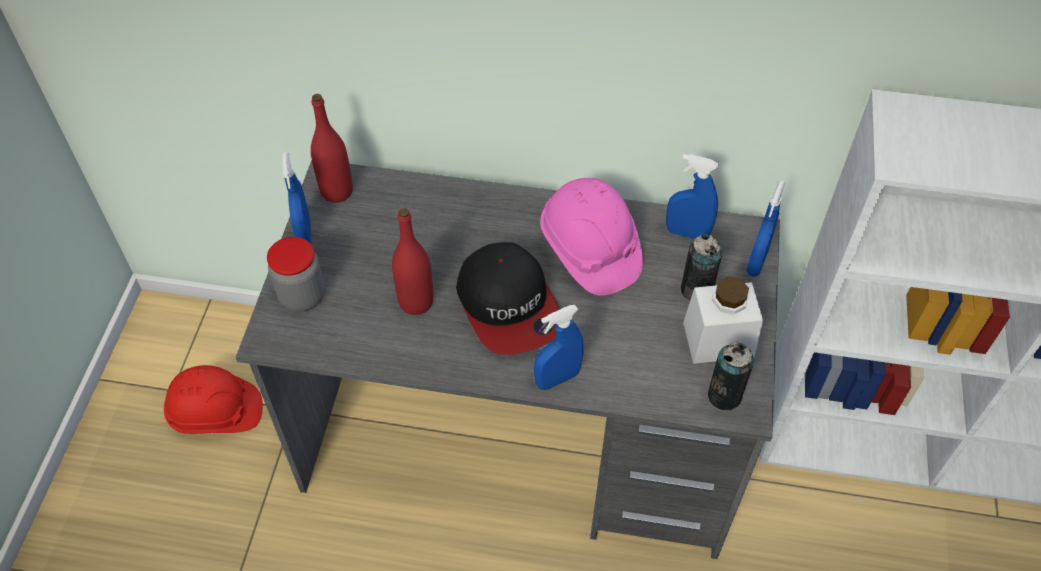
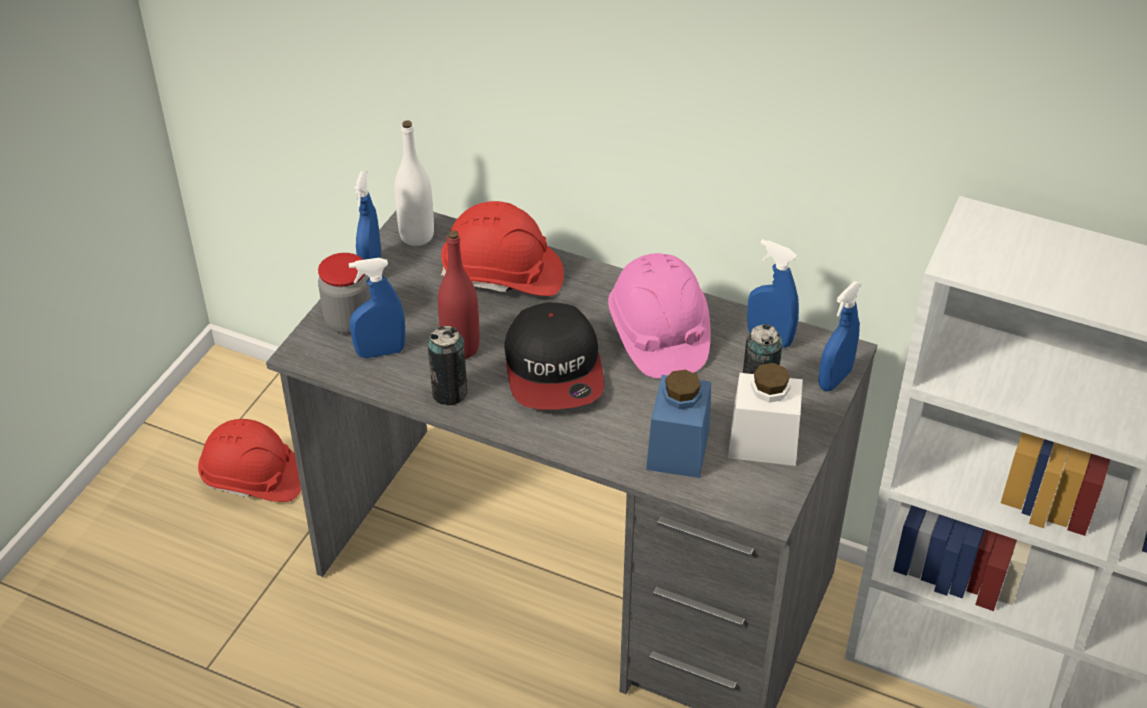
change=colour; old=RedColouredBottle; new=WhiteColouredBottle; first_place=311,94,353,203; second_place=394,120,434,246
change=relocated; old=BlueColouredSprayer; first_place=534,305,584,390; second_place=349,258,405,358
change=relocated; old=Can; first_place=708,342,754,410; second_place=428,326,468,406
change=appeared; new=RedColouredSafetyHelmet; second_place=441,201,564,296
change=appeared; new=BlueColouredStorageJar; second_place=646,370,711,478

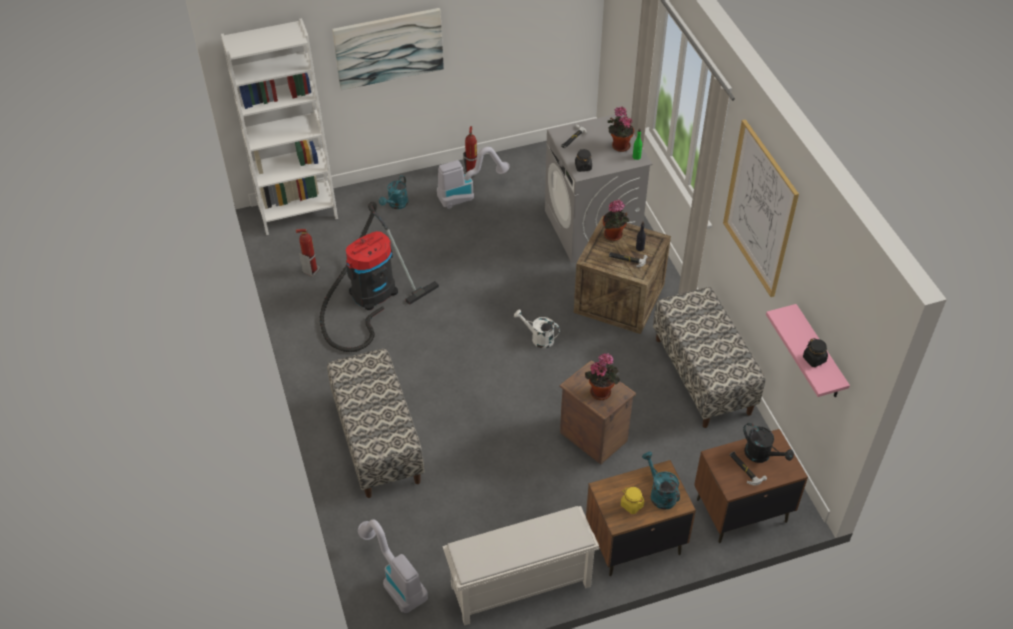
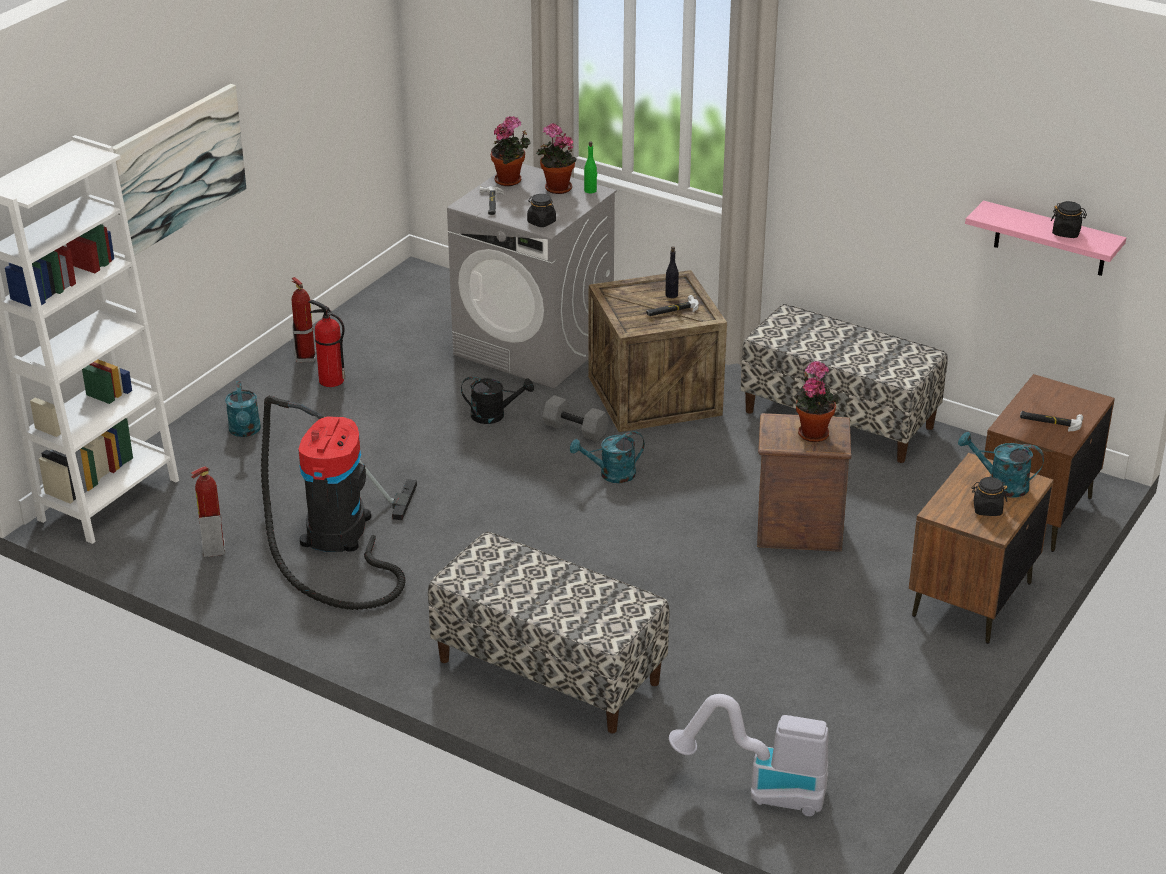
change=missing; old=WallPicture; first_place=723,119,799,297
change=exchanged; old=VacuumCleaner; new=FireExtinguisher; first_place=437,147,509,209; second_place=308,300,345,387
change=relocated; old=PottedPlant; first_place=603,200,629,241; second_place=491,116,531,186
change=colour; old=WhiteColouredWateringCan; new=TurquoiseColouredWateringCan; first_place=514,310,560,348; second_place=570,431,645,483
change=relocated; old=BlackWateringCan; first_place=743,423,794,463; second_place=461,377,534,424
change=colour; old=YellowColouredStorageJar; new=BlackStorageJar; first_place=621,487,644,514; second_place=972,477,1007,516
change=missing; old=WhiteColouredShoeRack; first_place=443,506,599,626
change=appeared; new=GrayDumbbell; second_place=542,395,609,442

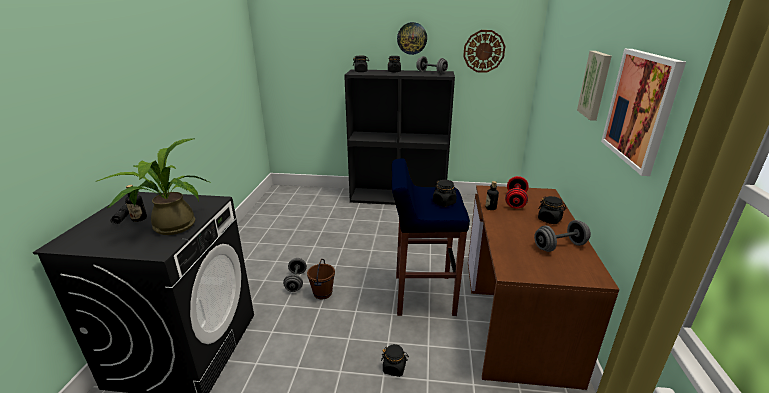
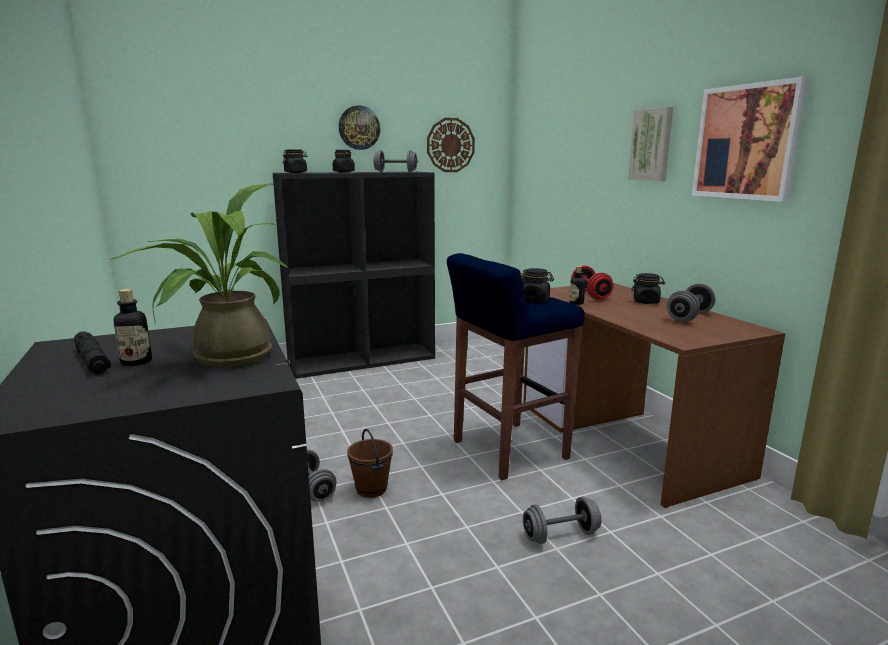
change=exchanged; old=BlackStorageJar; new=GrayDumbbell; first_place=381,344,409,377; second_place=523,497,601,544

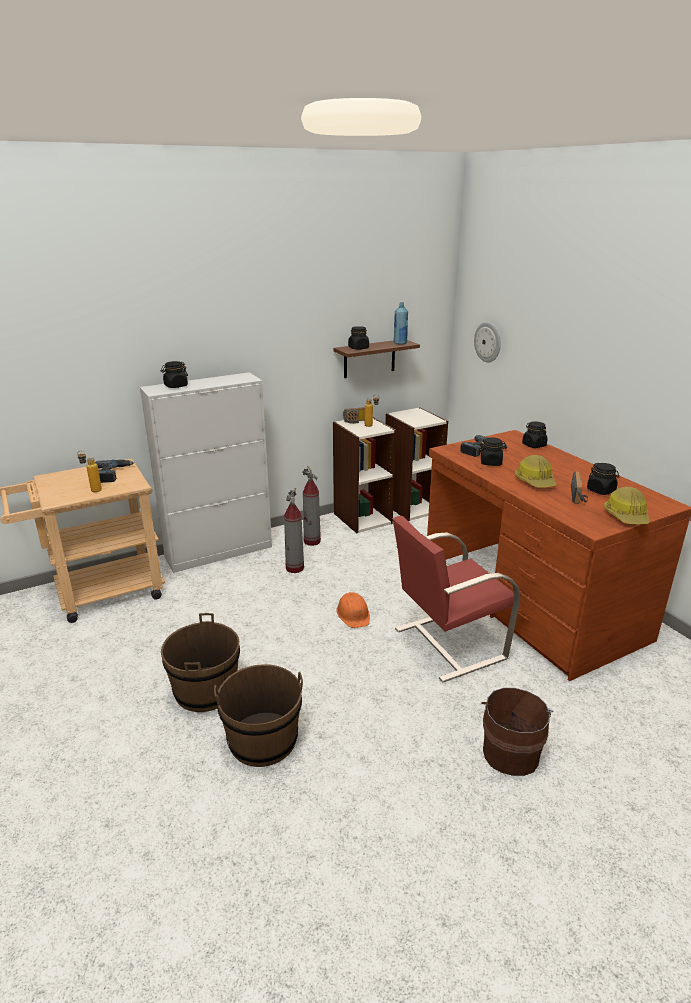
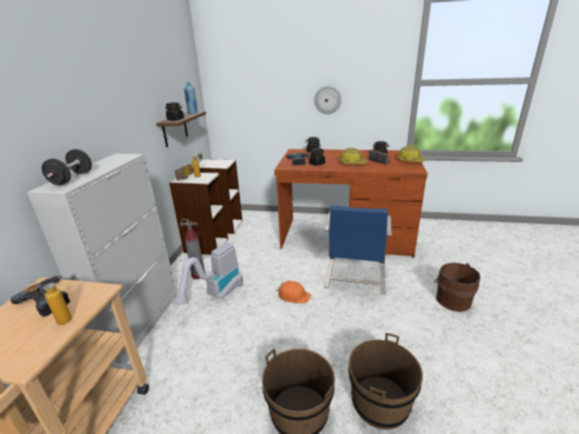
change=relocated; old=ClockOnTheWall; first_place=474,322,501,363; second_place=314,86,342,114
change=exchanged; old=BlackStorageJar; new=BlackDumbbell; first_place=161,361,188,388; second_place=42,149,92,185
change=exchanged; old=FireExtinguisher; new=VacuumCleaner; first_place=284,488,304,573; second_place=172,242,243,305
change=colour; old=RedColouredChair; new=BlueColouredChair; first_place=393,515,521,682; second_place=324,205,392,294

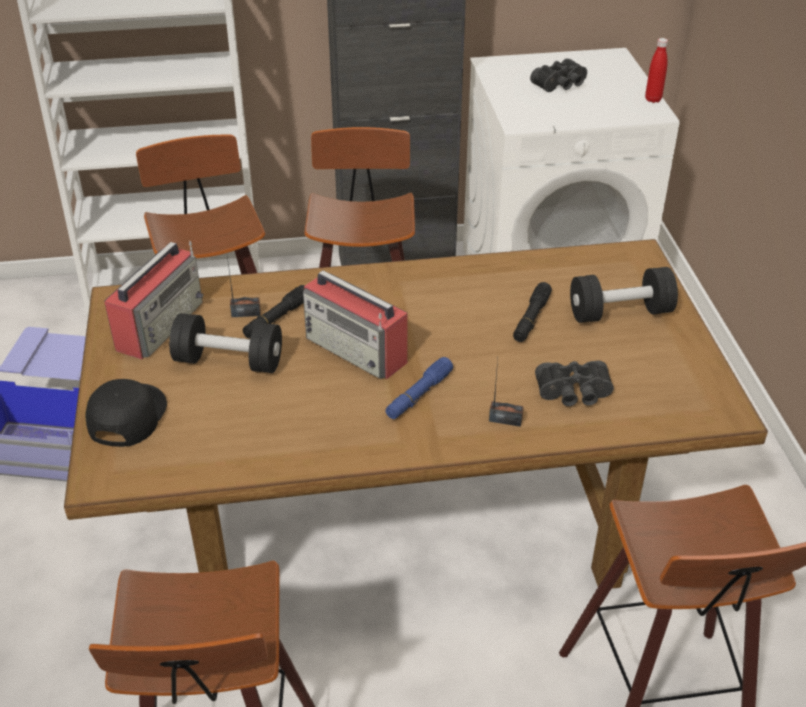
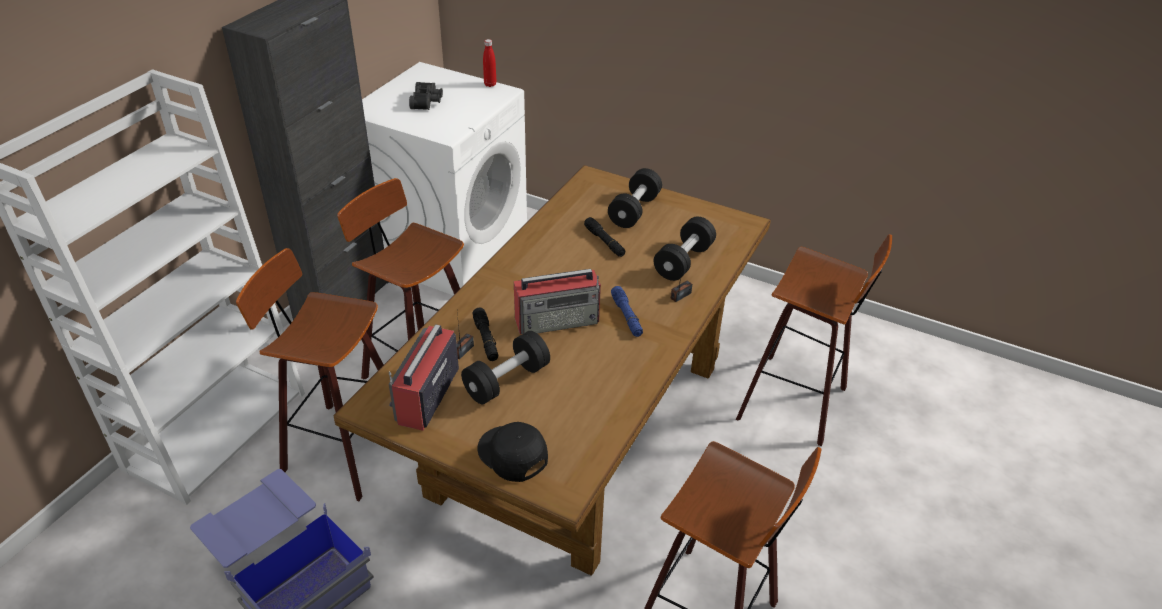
change=spun; old=Radio; first_place=104,241,204,360; second_place=389,324,459,431; degrees=-135
change=exchanged; old=BlackFieldGlasses; new=BlackDumbbell; first_place=535,361,614,406; second_place=654,217,716,281

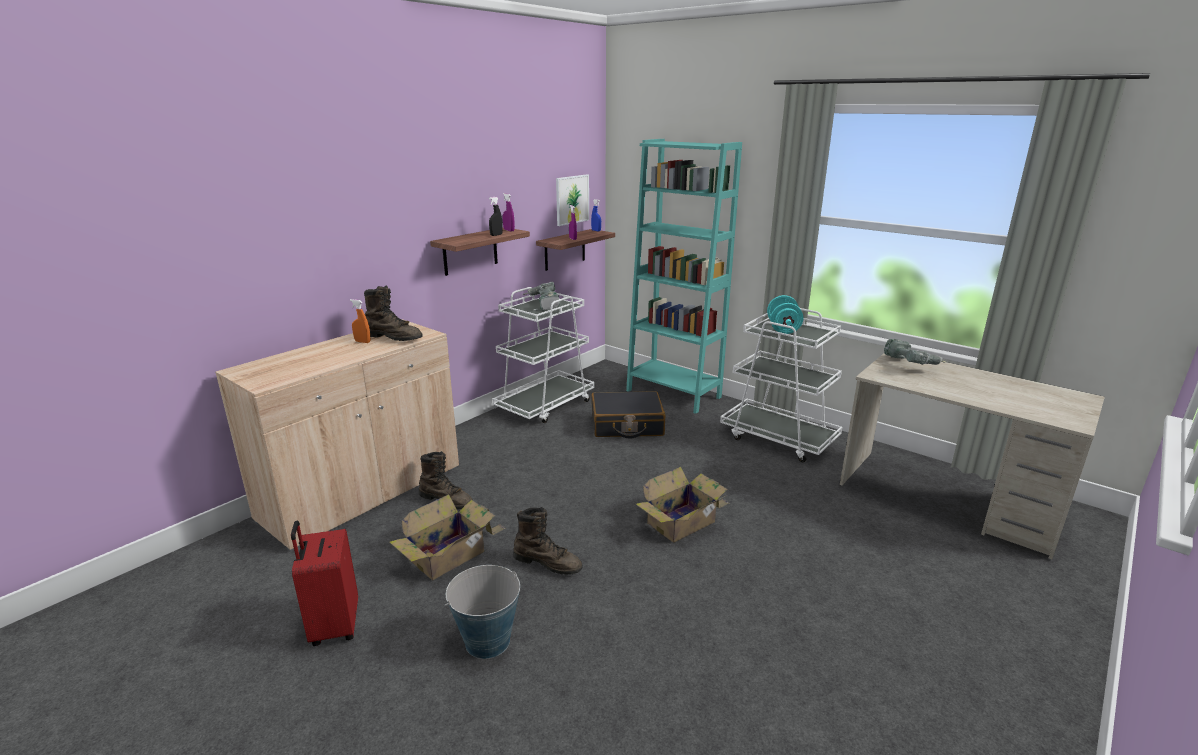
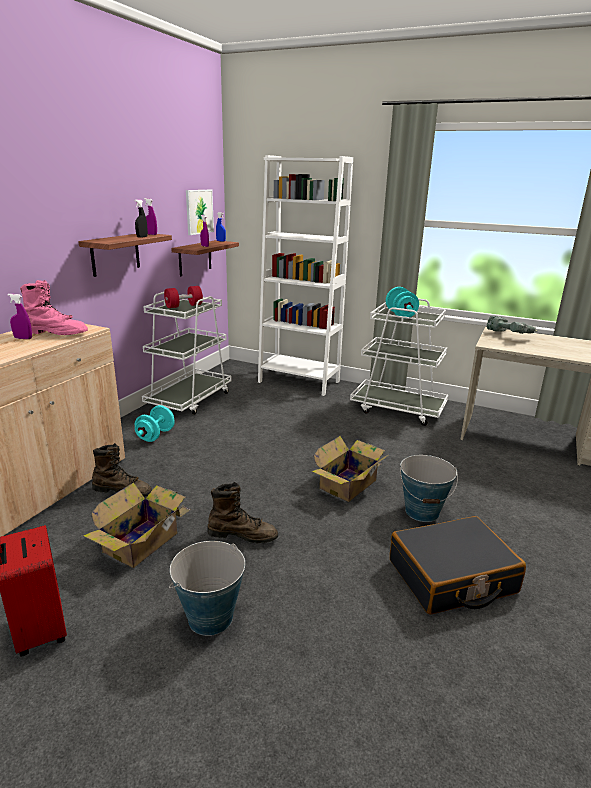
change=colour; old=TurquoiseColouredShelvingUnit; new=WhiteColouredShelvingUnit; first_place=626,139,742,414; second_place=258,155,353,396
change=exchanged; old=PowerDrill; new=RedColouredDumbbell; first_place=522,282,560,311; second_place=164,286,203,308
change=colour; old=BrownishBoot; new=PinkColouredBoot; first_place=364,286,422,341; second_place=20,280,88,335
change=colour; old=OrangeySprayer; new=PurplishSprayer; first_place=350,299,370,343; second_place=7,294,32,339
change=relocated; old=BlackSuitcase; first_place=591,391,666,439; second_place=390,516,526,615
change=appeared; new=TurquoiseColouredDumbbell; second_place=135,405,175,442
change=appeared; new=Bucket; second_place=400,455,458,522

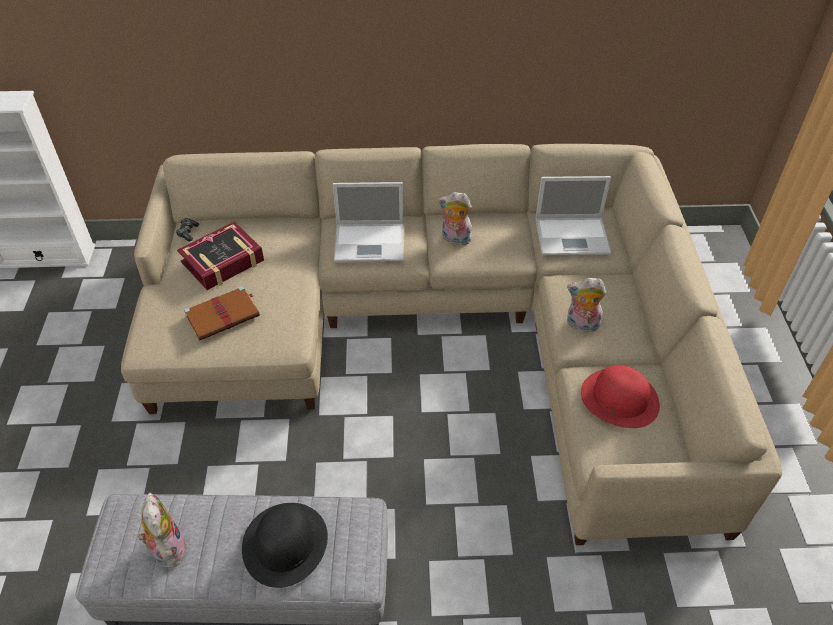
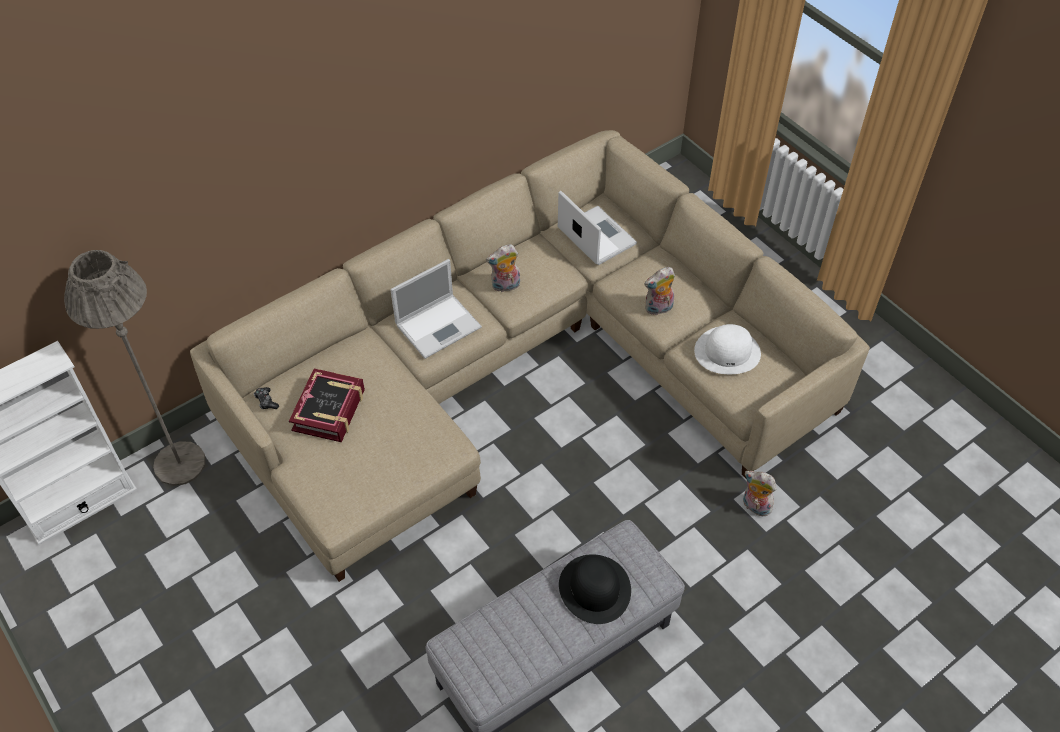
change=spun; old=NotebookComputer; first_place=536,176,611,255; second_place=558,191,637,265; degrees=-90
change=missing; old=BrownishBook; first_place=184,286,260,340
change=colour; old=RedColouredHat; new=WhiteColouredHat; first_place=581,365,660,428; second_place=694,324,761,374
change=relocated; old=SoftToy; first_place=138,493,188,568; second_place=743,471,776,516
change=appeared; new=GrayFloorLamp; second_place=64,250,206,486

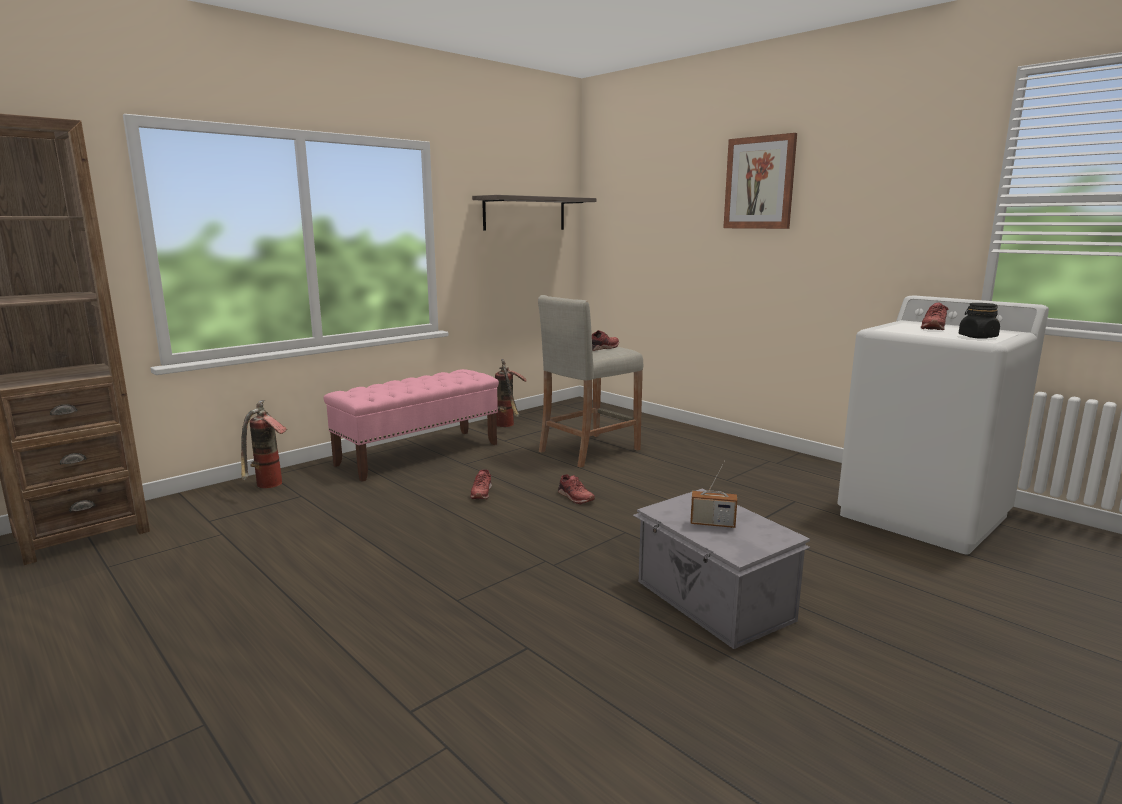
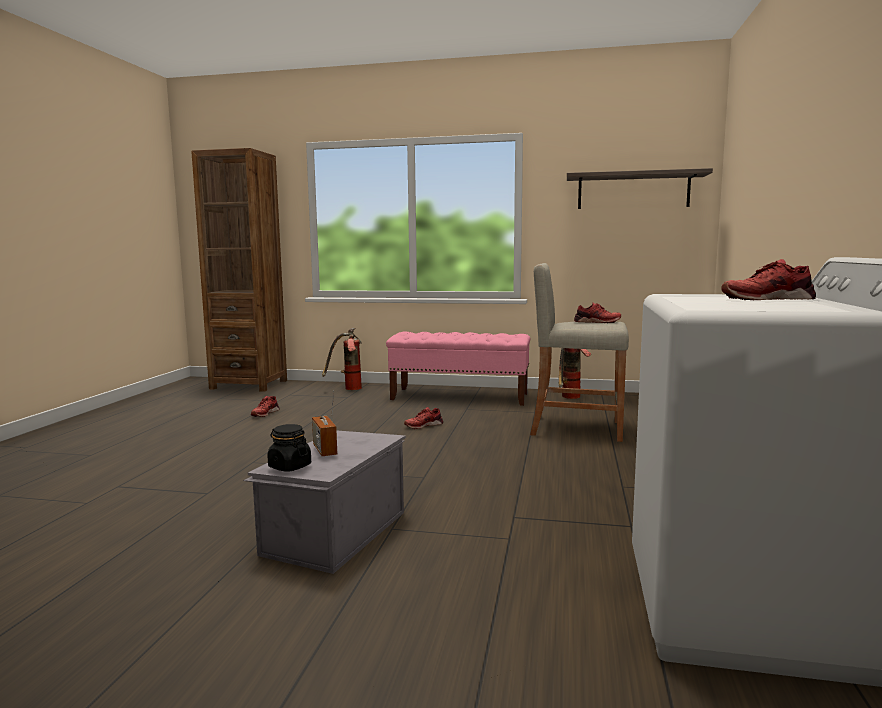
change=missing; old=WallPicture; first_place=723,133,797,229
change=relocated; old=BlackStorageJar; first_place=959,303,1000,339; second_place=267,424,311,472
change=relocated; old=RedColouredShoe; first_place=558,474,595,504; second_place=251,396,279,417

